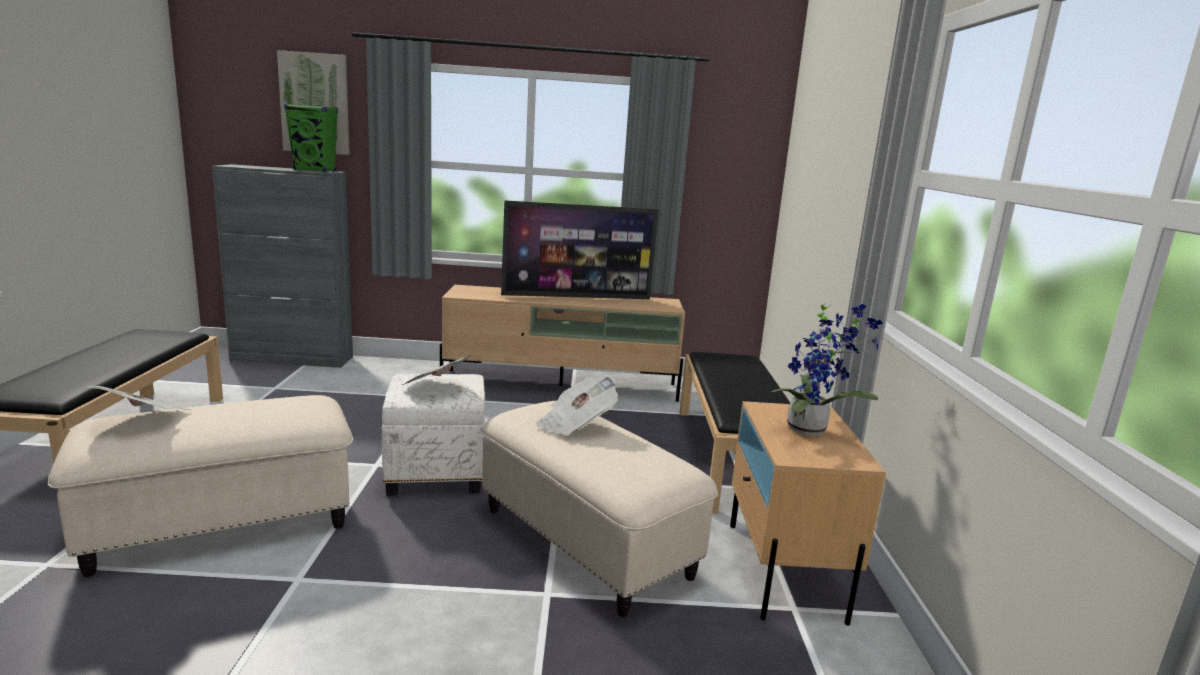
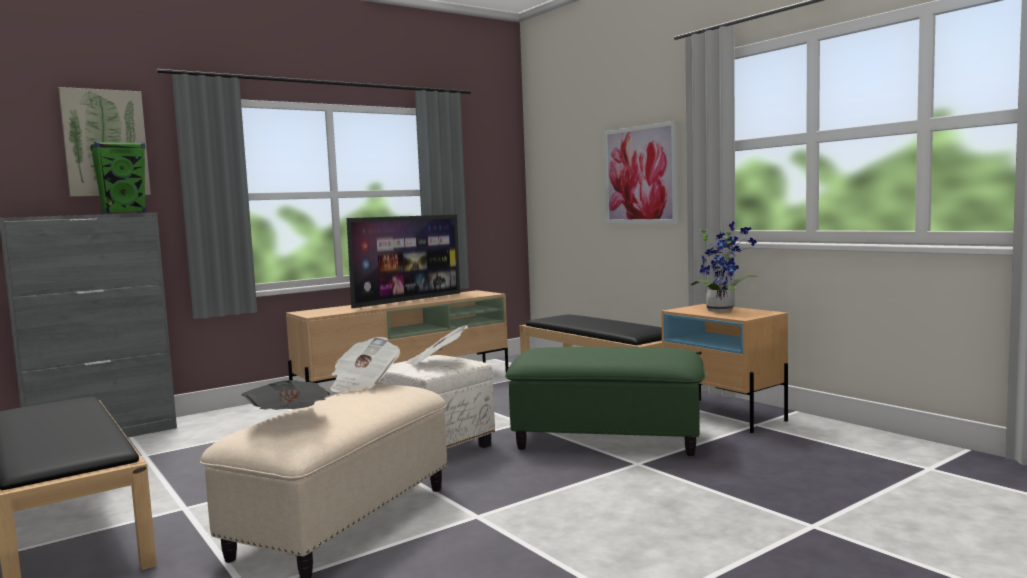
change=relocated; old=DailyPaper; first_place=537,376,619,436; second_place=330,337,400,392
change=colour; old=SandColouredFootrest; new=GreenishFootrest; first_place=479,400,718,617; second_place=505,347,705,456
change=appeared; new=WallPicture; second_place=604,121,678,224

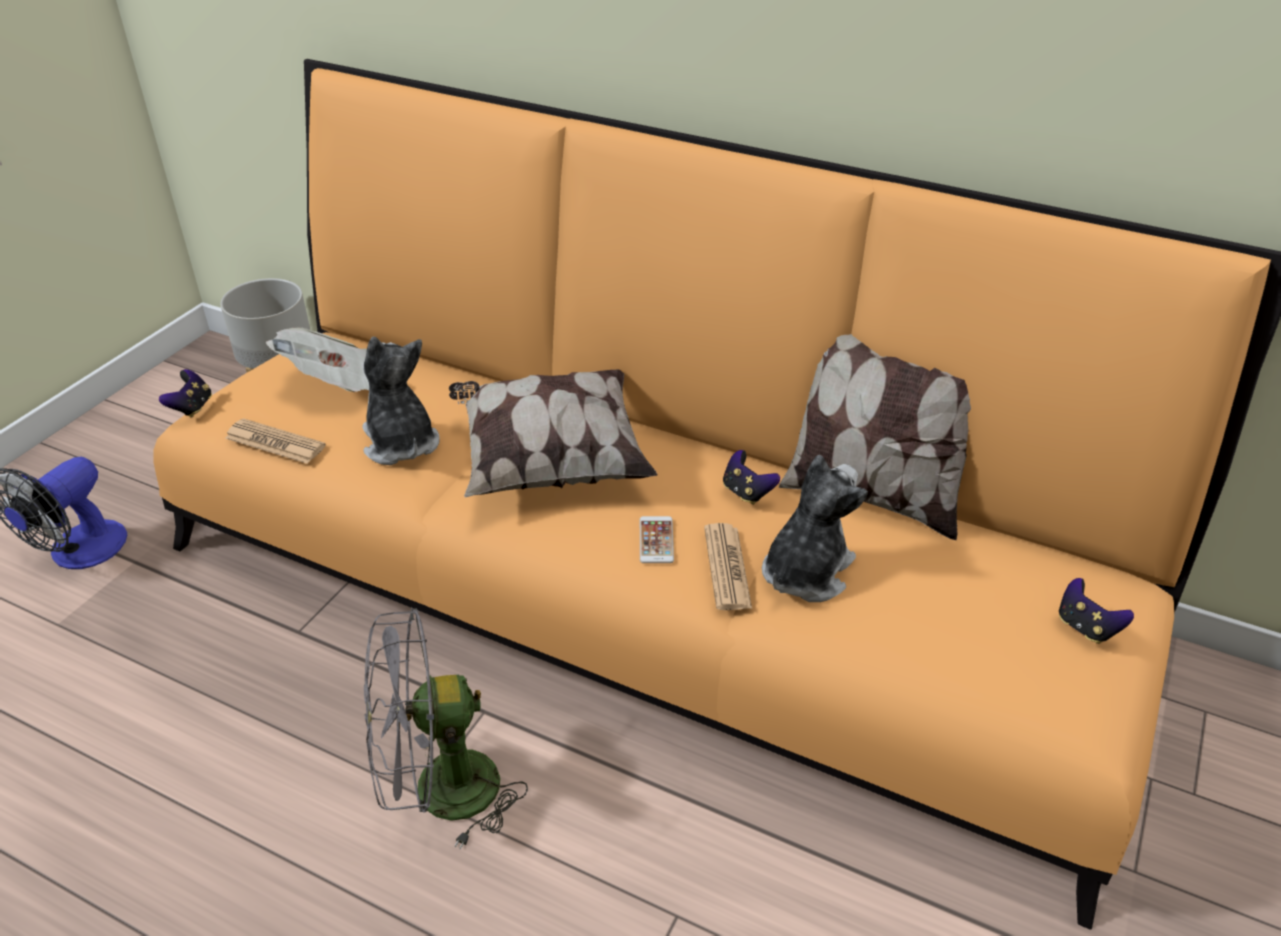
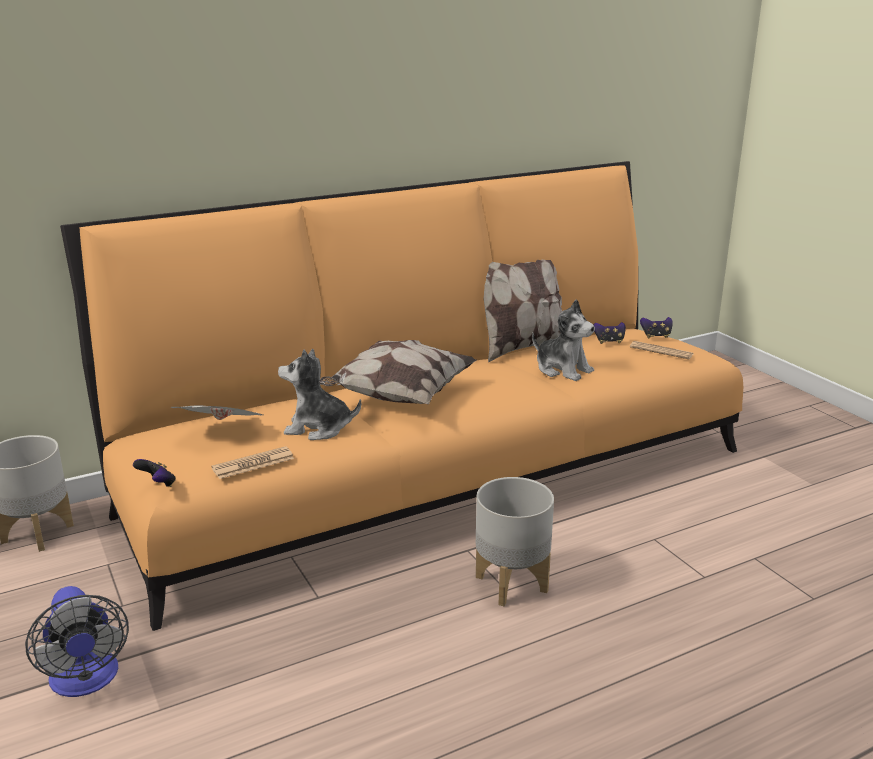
change=relocated; old=GameController; first_place=723,450,780,505; second_place=593,322,626,344
change=spun; old=SoftToy; first_place=762,454,868,602; second_place=532,299,595,381; degrees=150
change=missing; old=Telephone; first_place=640,516,674,563
change=relocated; old=DailyPaper; first_place=704,523,752,610; second_place=630,341,694,359
change=exchanged; old=GrayFan; new=GrayFlowerPot; first_place=364,608,528,850; second_place=476,477,554,606

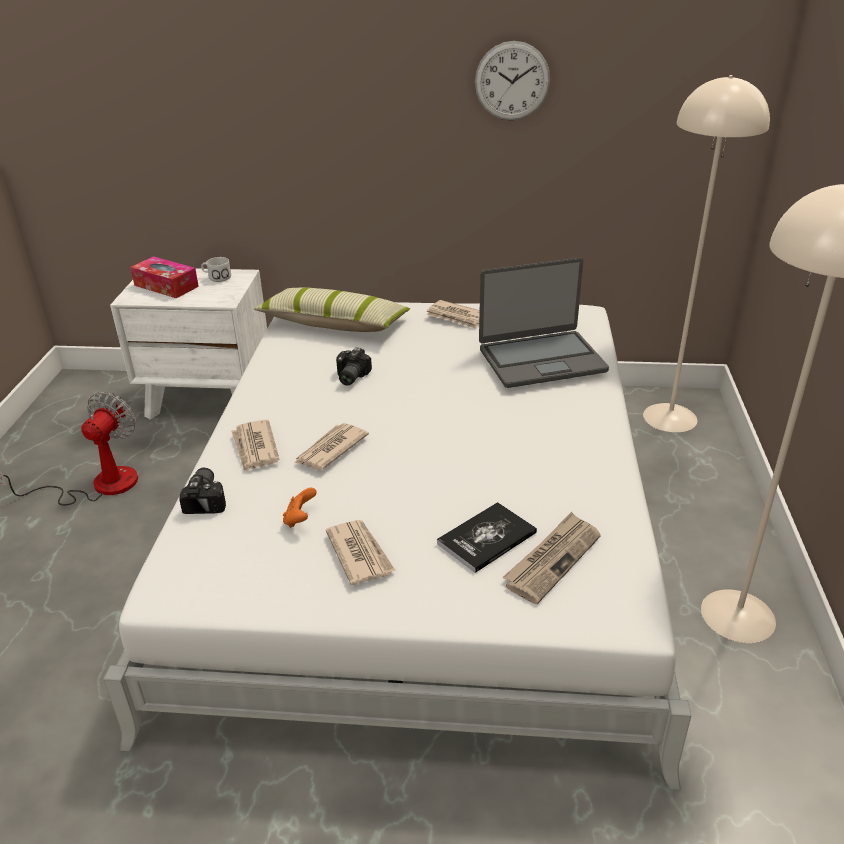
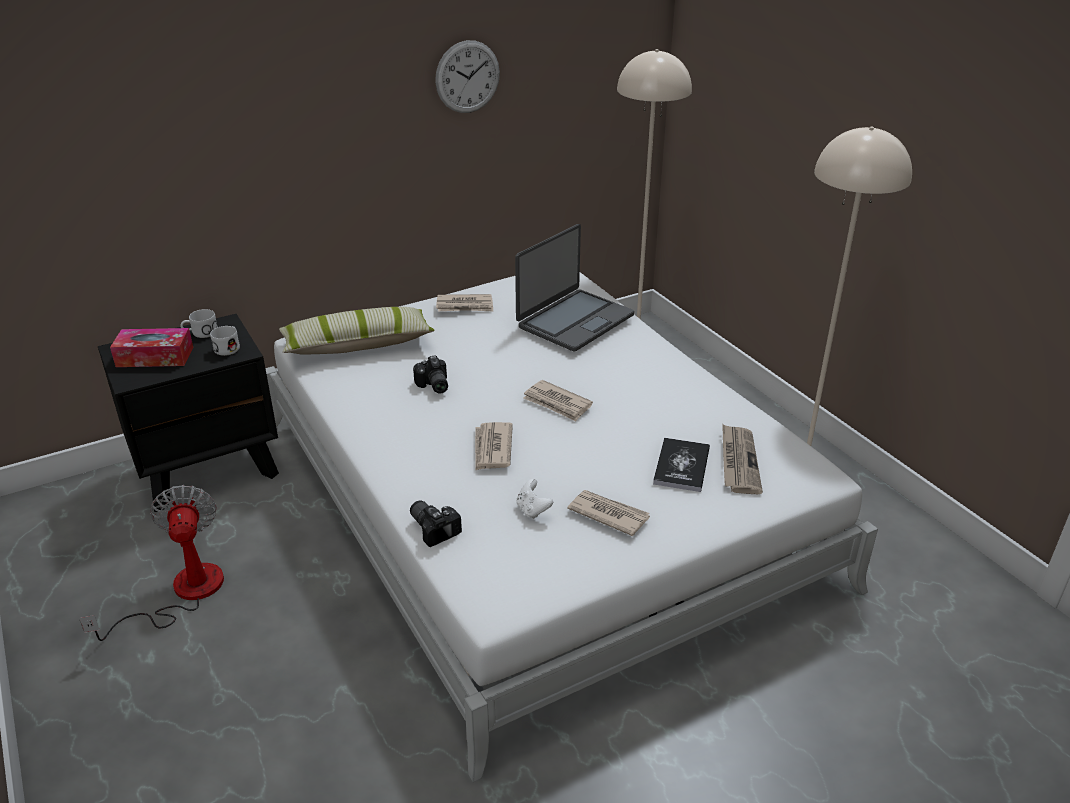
change=colour; old=WhiteColouredBedsideTable; new=BlackBedsideTable; first_place=110,268,267,419; second_place=98,314,279,512
change=relocated; old=DailyPaper; first_place=231,420,280,473; second_place=523,380,593,422
change=colour; old=OrangeyGameController; new=WhiteColouredGameController; first_place=283,488,317,528; second_place=516,479,553,519
change=appeared; new=WhiteColouredCoffeeMug; second_place=210,326,240,356

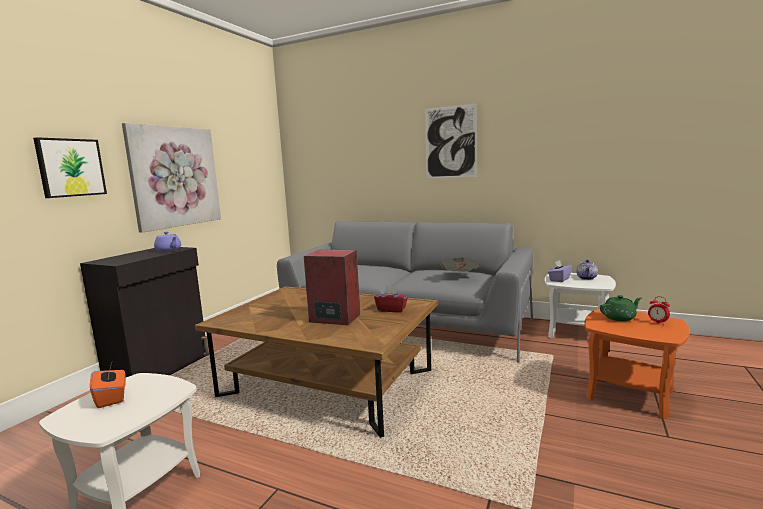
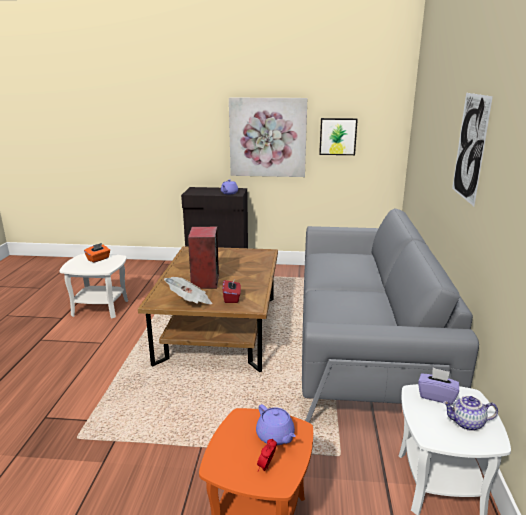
change=relocated; old=WallPicture; first_place=33,137,107,198; second_place=319,118,358,155
change=relocated; old=DailyPaper; first_place=439,258,480,272; second_place=164,277,212,304
change=colour; old=GreenishTeapot; new=PurplishTeapot; first_place=600,295,641,321; second_place=256,404,296,445

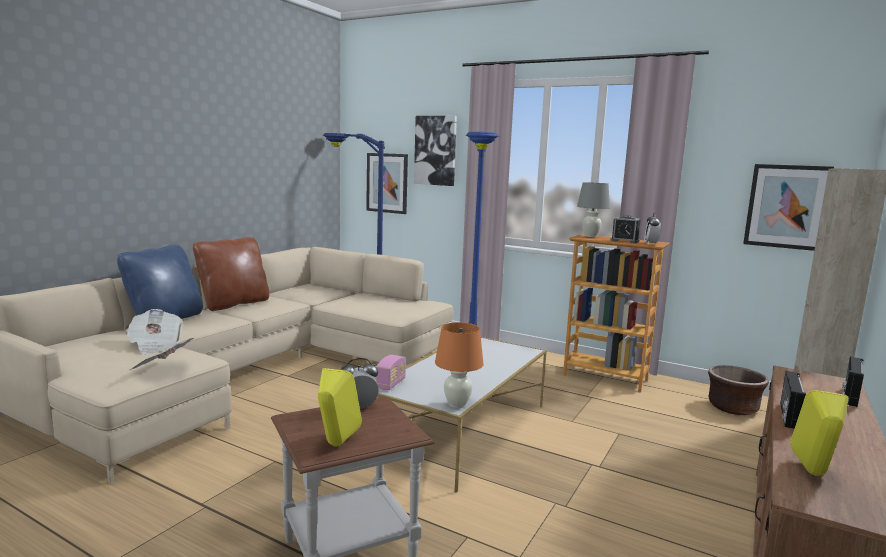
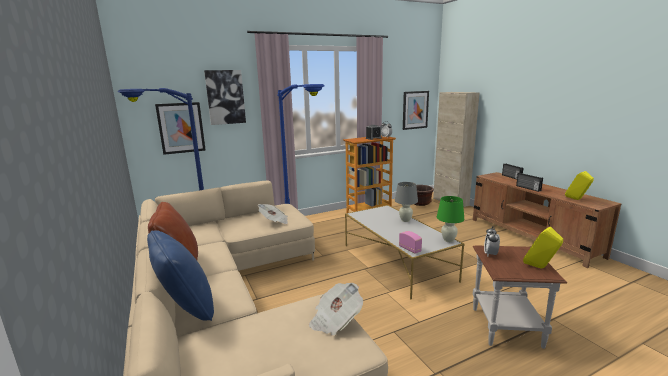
change=relocated; old=GrayTableLamp; first_place=577,182,610,237; second_place=395,182,418,222
change=relocated; old=DailyPaper; first_place=126,309,183,354; second_place=258,204,288,224
change=colour; old=OrangeyTableLamp; new=GreenishTableLamp; first_place=435,322,484,408; second_place=437,196,464,242

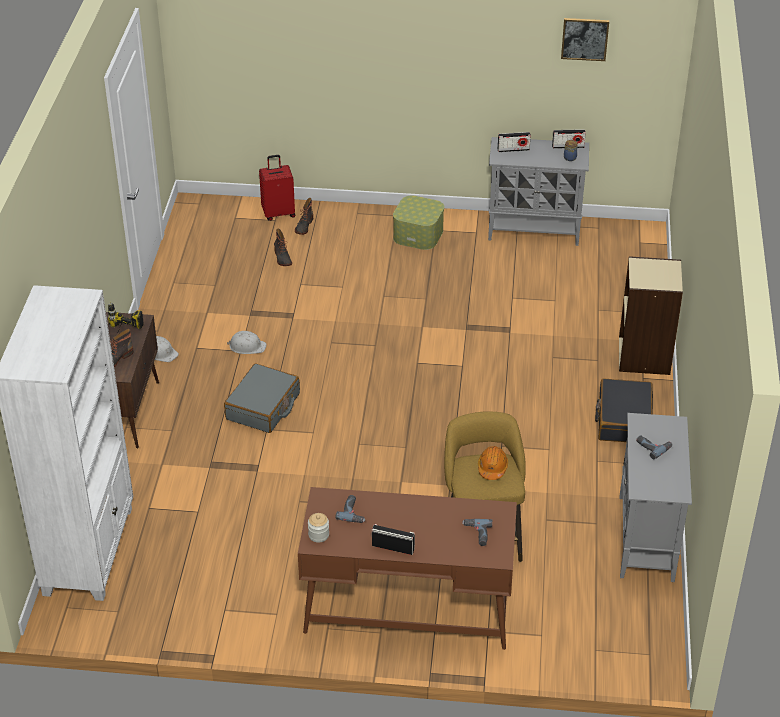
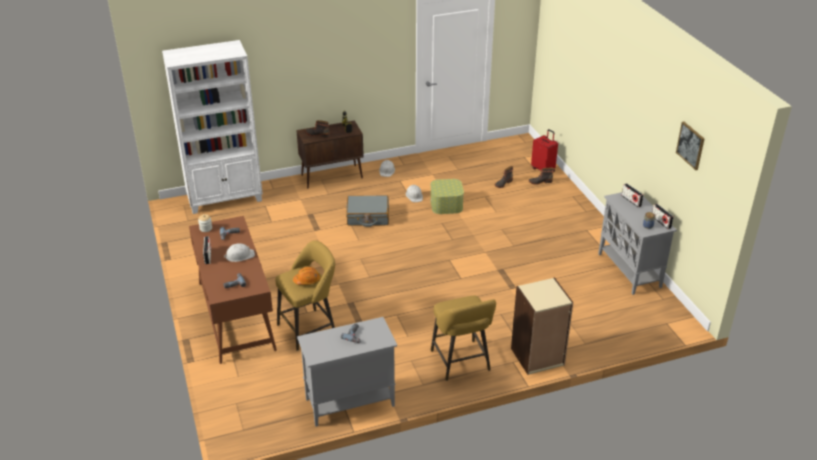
change=relocated; old=StorageContainer; first_place=393,196,444,250; second_place=431,179,464,214
change=exchanged; old=BlackSuitcase; new=YellowColouredSittingStool; first_place=595,378,653,442; second_place=431,296,496,381
change=appeared; new=WhiteColouredSafetyHelmet; second_place=224,244,255,262

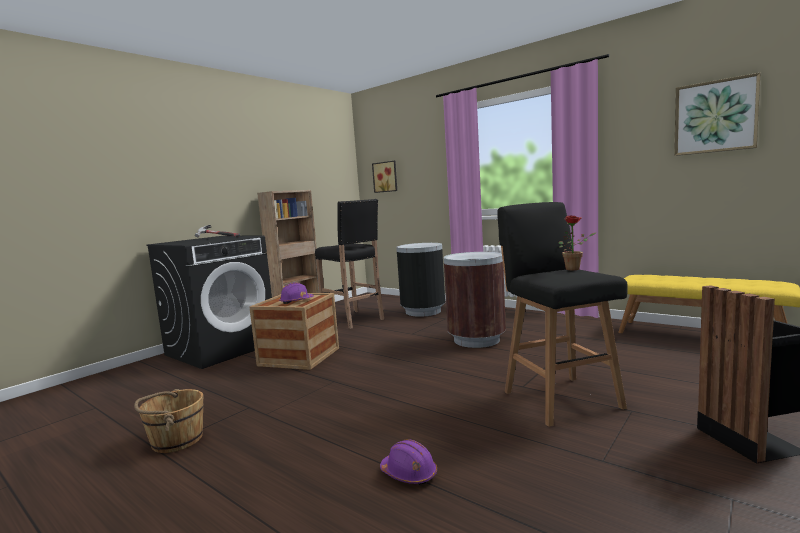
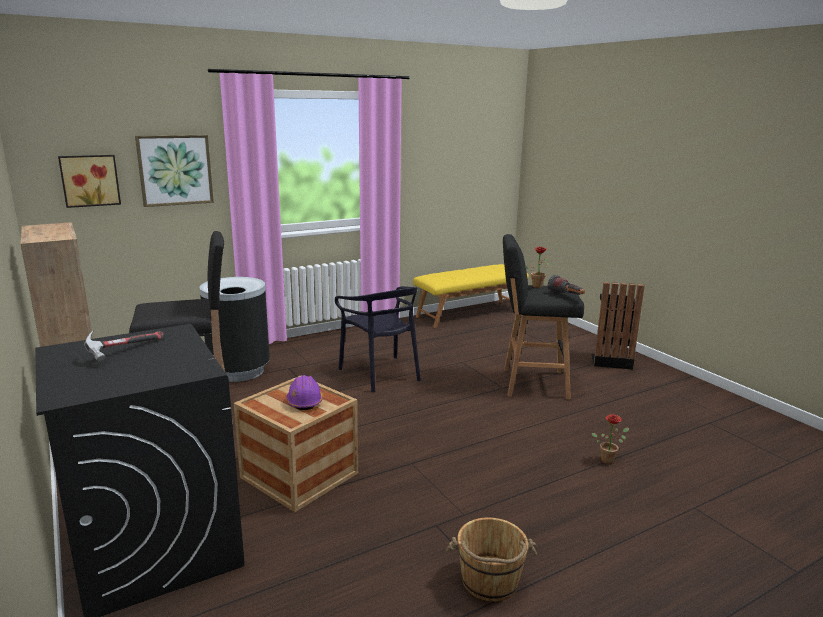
change=relocated; old=WallPicture; first_place=674,73,761,156; second_place=135,135,214,207
change=exchanged; old=BrownishRubbishBin; new=BlackChair; first_place=443,252,506,348; second_place=335,286,421,392
change=exchanged; old=PurplishSafetyHelmet; new=PottedPlant; first_place=380,439,437,485; second_place=592,415,629,464
change=appeared; new=HandTorch; second_place=548,275,585,295

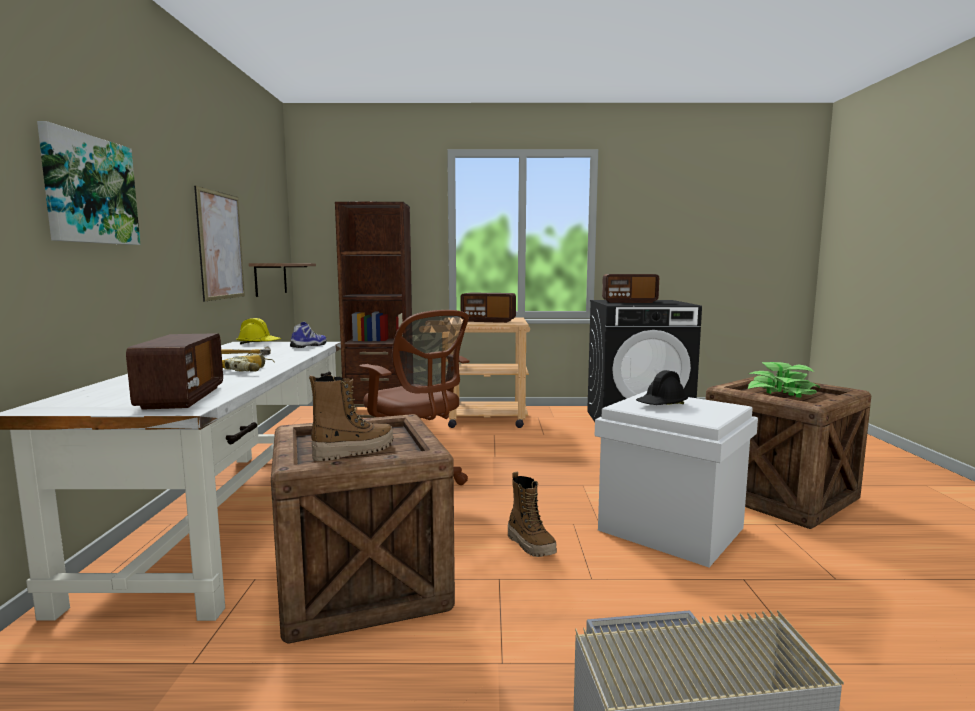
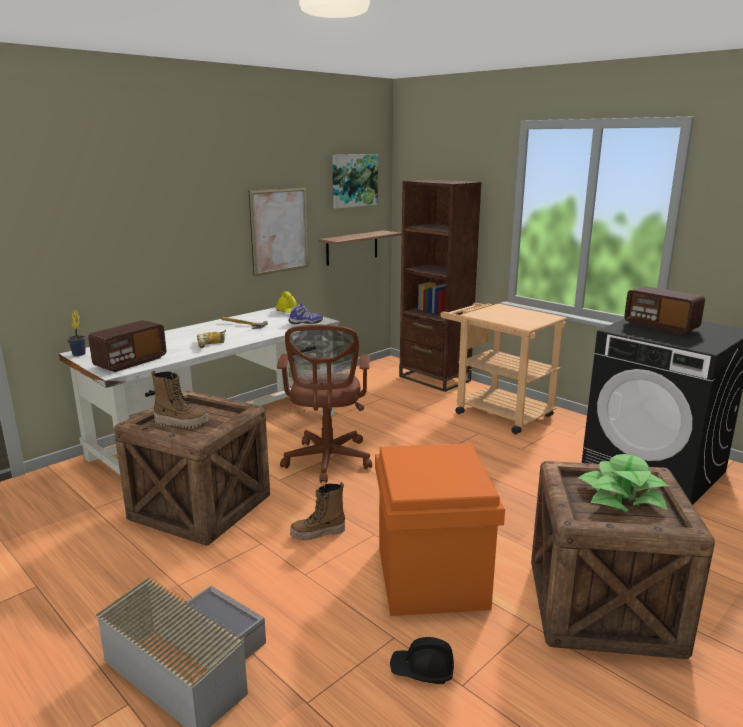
change=relocated; old=WallPicture; first_place=37,121,140,245; second_place=332,154,378,208
change=missing; old=Radio; first_place=460,293,516,323
change=relocated; old=BlackSafetyHelmet; first_place=636,370,688,405; second_place=390,637,454,684
change=colour; old=WhiteColouredStorageContainer; new=OrangeyStorageContainer; first_place=595,391,758,567; second_place=375,443,505,616
change=spun; old=Boot; first_place=508,472,557,557; second_place=290,482,345,541; degrees=60
change=appeared; new=PottedPlant; second_place=67,309,86,356

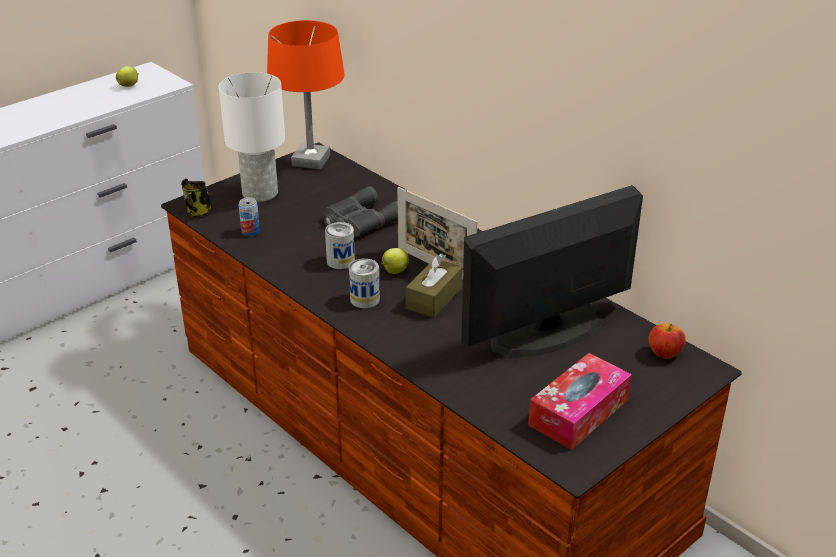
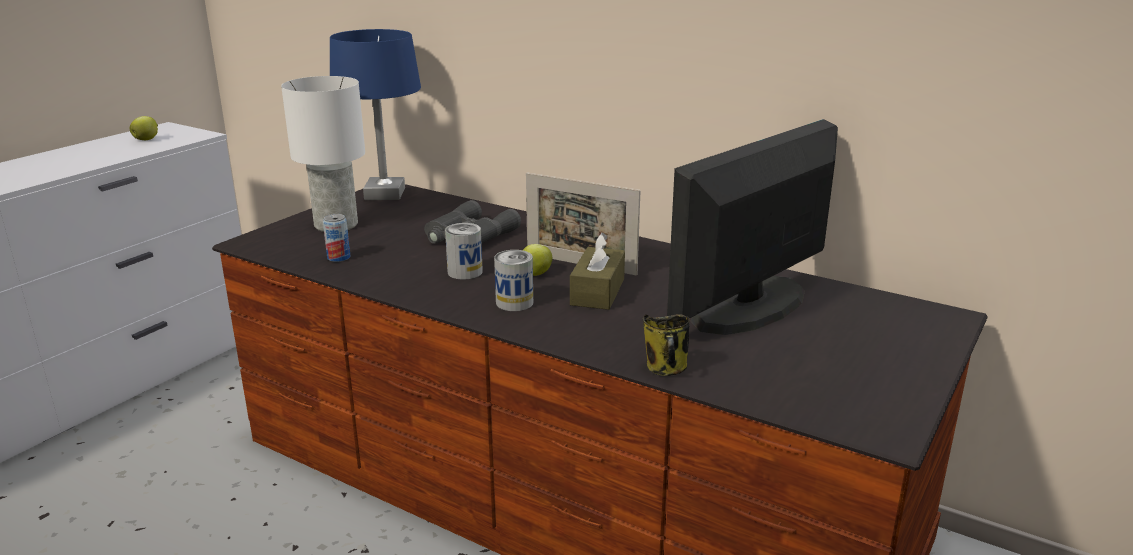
change=colour; old=OrangeyTableLamp; new=BlueColouredTableLamp; first_place=267,20,345,170; second_place=330,29,421,200
change=relocated; old=CoffeeMug; first_place=181,179,212,217; second_place=643,314,690,376
change=missing; old=AppleFruit; first_place=649,323,686,359
change=missing; old=BoxOfTissues; first_place=528,353,632,450

